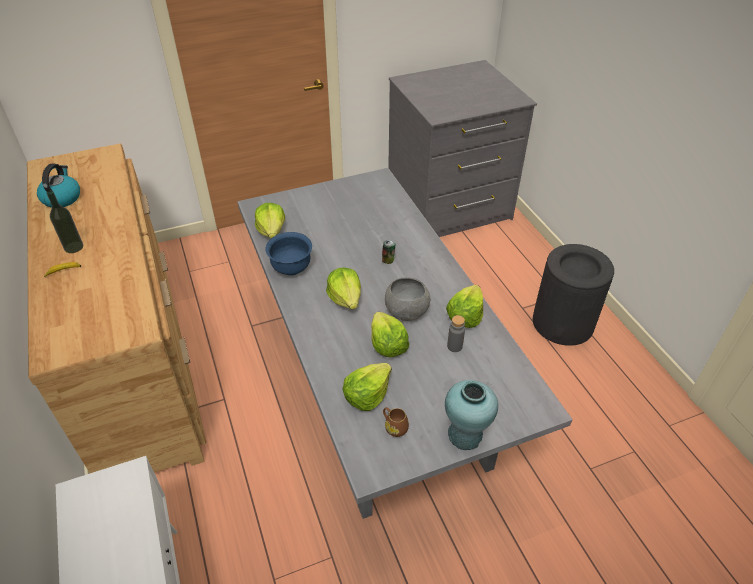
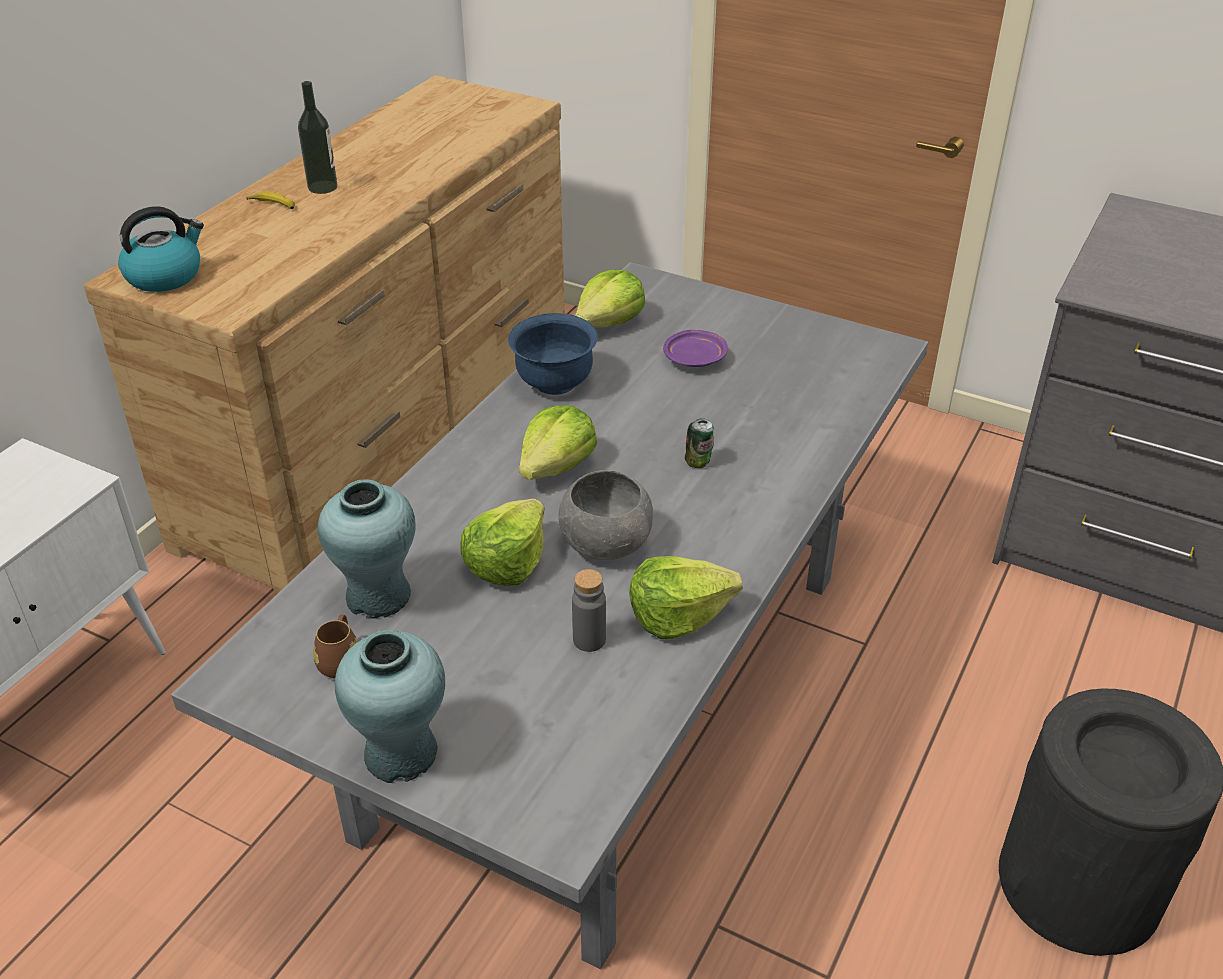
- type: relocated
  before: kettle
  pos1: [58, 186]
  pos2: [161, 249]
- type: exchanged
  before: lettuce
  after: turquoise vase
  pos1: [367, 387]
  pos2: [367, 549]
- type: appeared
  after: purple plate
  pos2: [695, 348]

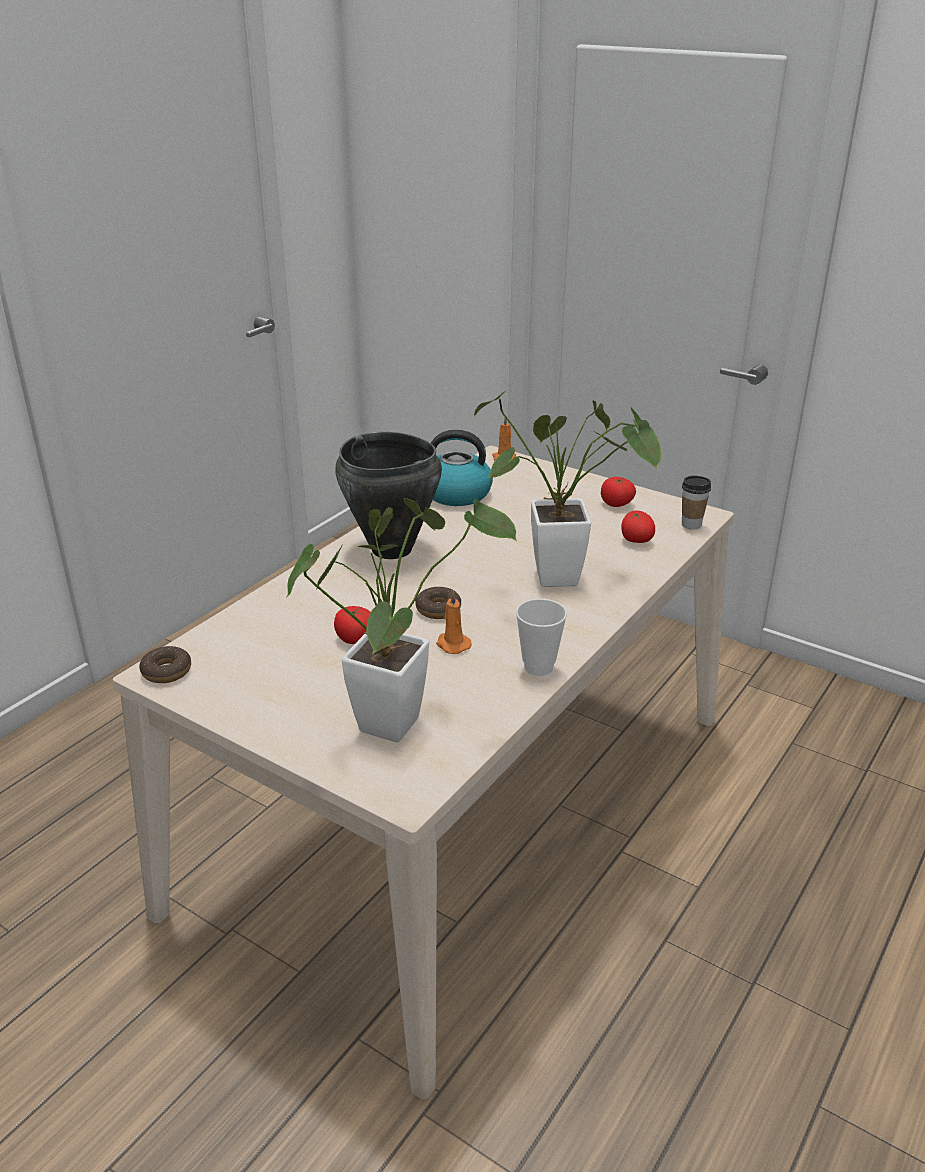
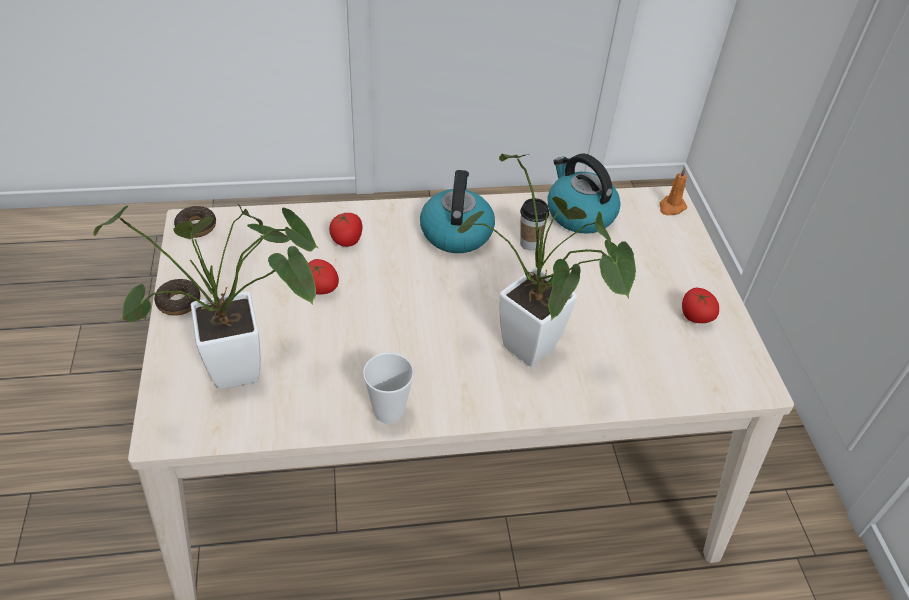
- type: relocated
  before: donut
  pos1: [438, 603]
  pos2: [177, 297]
- type: relocated
  before: tomato
  pos1: [638, 526]
  pos2: [345, 230]
- type: exchanged
  before: black cooking pot
  after: kettle
  pos1: [388, 495]
  pos2: [457, 211]
- type: relocated
  before: cup
  pos1: [696, 503]
  pos2: [534, 224]
- type: missing
  before: orange candle
  pos1: [454, 622]

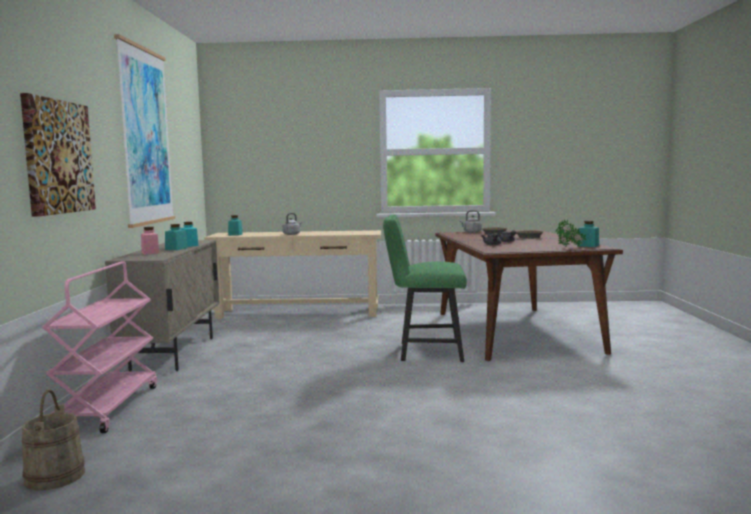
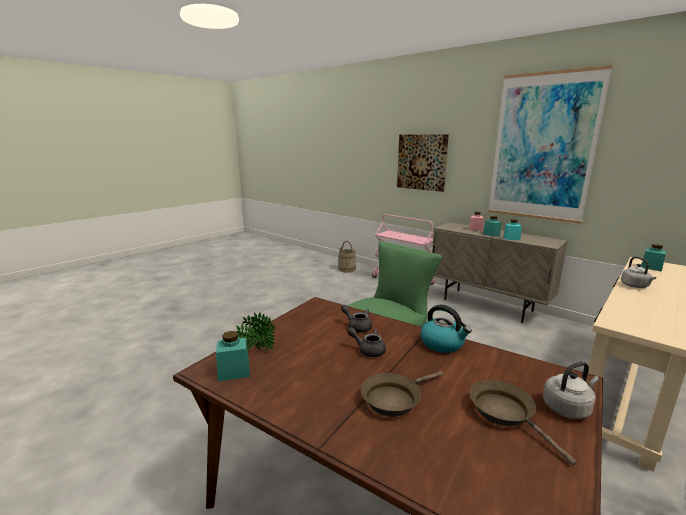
- type: appeared
  after: kettle
  pos2: [446, 329]

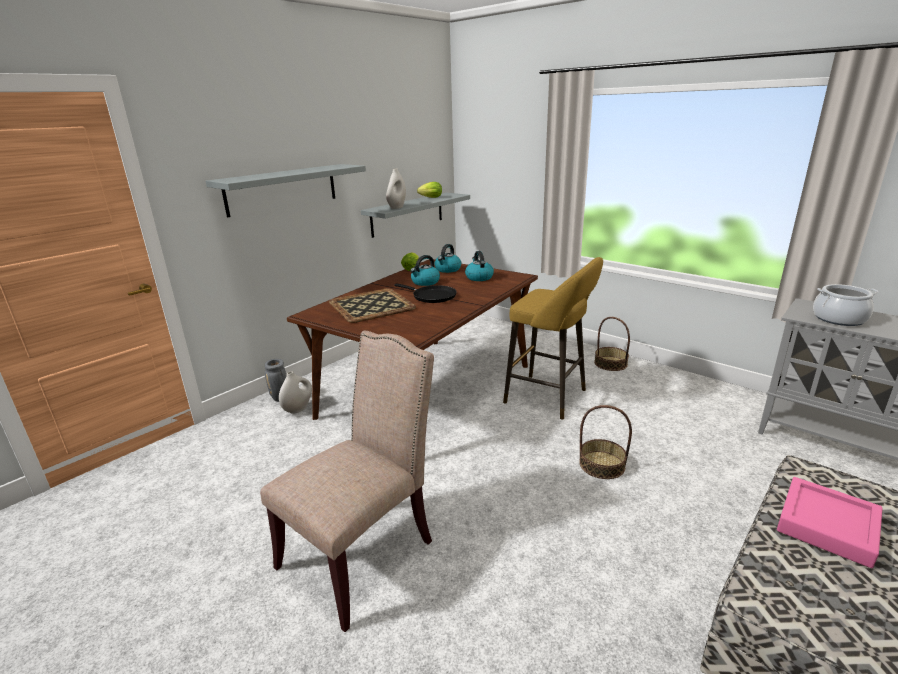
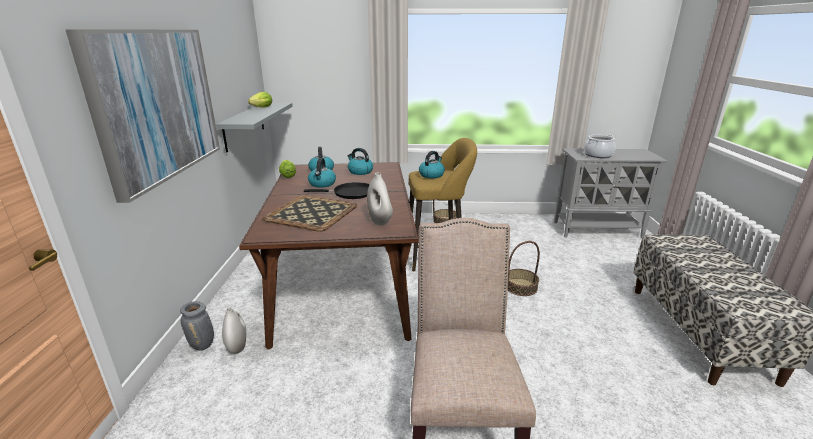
- type: exchanged
  before: grey shelf
  after: picture
  pos1: [286, 191]
  pos2: [143, 116]
- type: relocated
  before: white vase
  pos1: [396, 188]
  pos2: [380, 198]
- type: appeared
  after: kettle
  pos2: [432, 164]
- type: missing
  before: pink tray
  pos1: [830, 522]

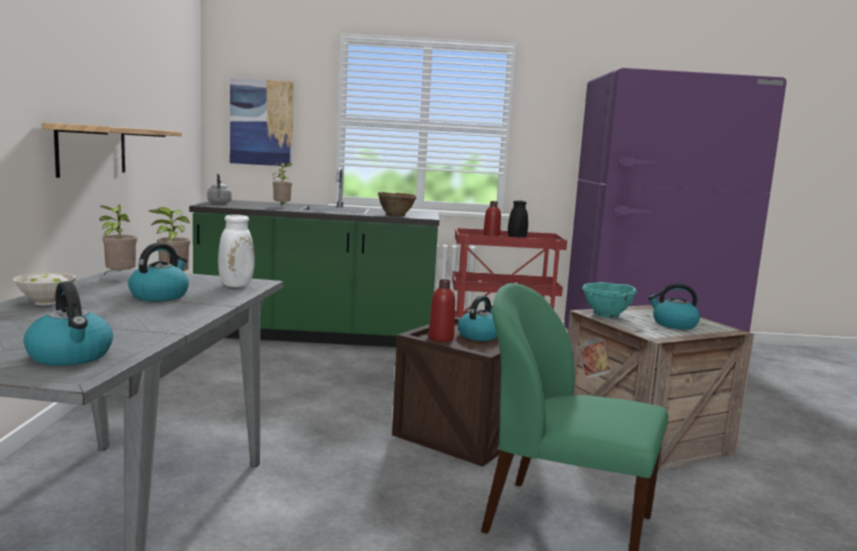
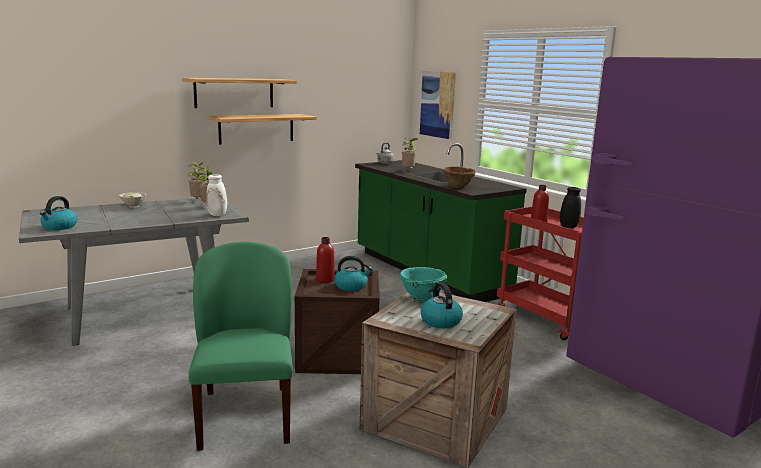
- type: appeared
  after: shelf
  pos2: [239, 93]
- type: missing
  before: kettle
  pos1: [158, 272]

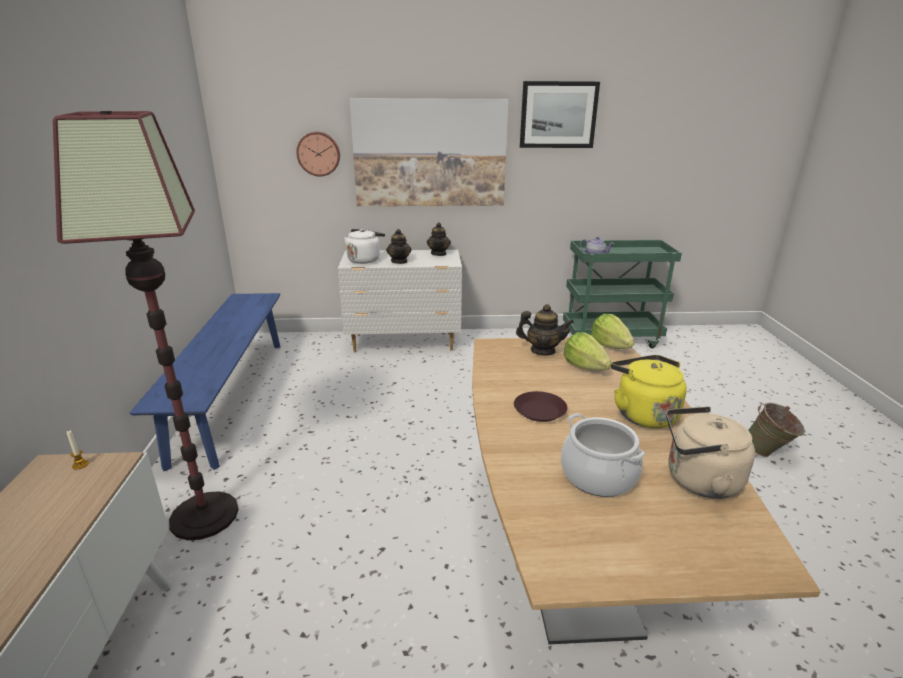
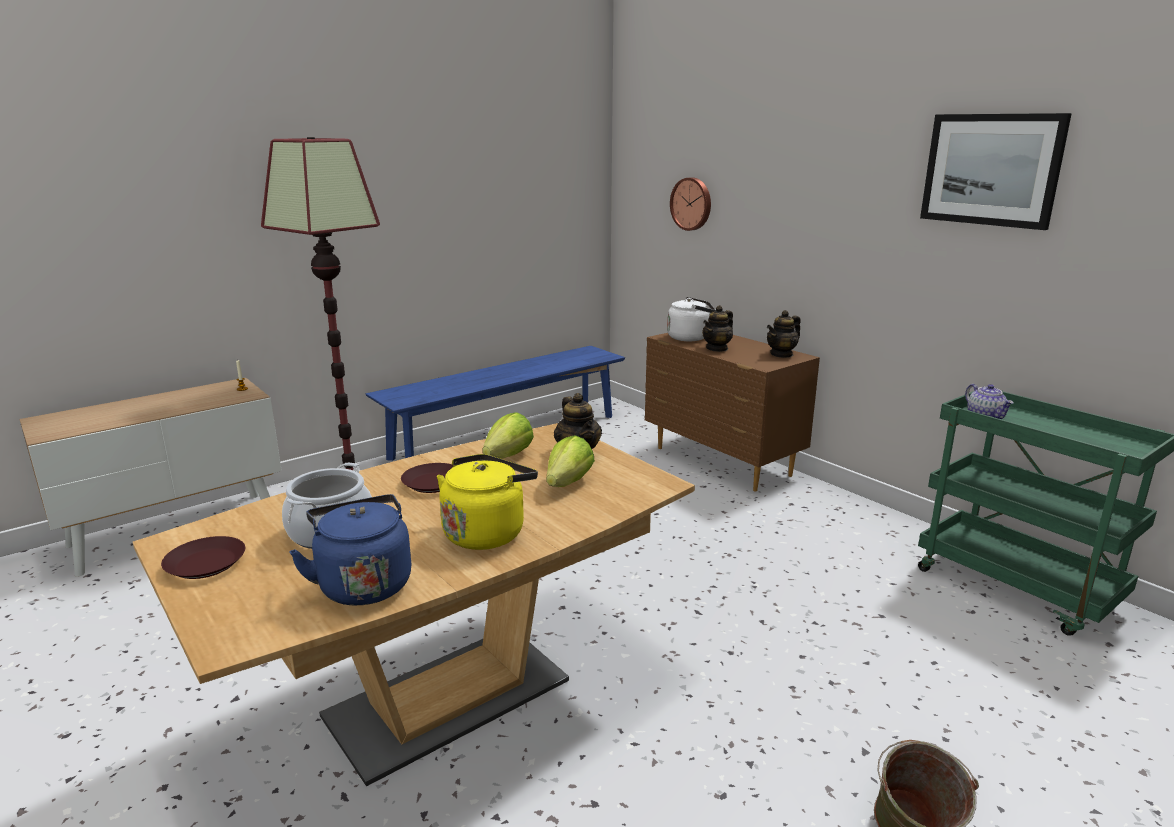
- type: appeared
  after: brown plate
  pos2: [203, 557]
- type: colour
  before: beige kettle
  after: blue kettle
  pos1: [710, 452]
  pos2: [350, 549]
- type: relocated
  before: lettuce
  pos1: [613, 331]
  pos2: [508, 435]
- type: colour
  before: white dresser
  after: brown dresser
  pos1: [400, 301]
  pos2: [732, 412]
- type: missing
  before: picture
  pos1: [429, 152]

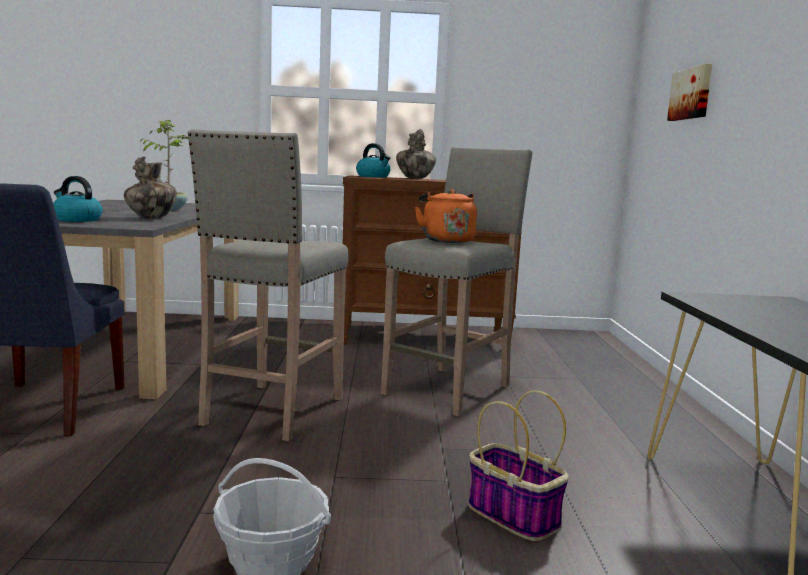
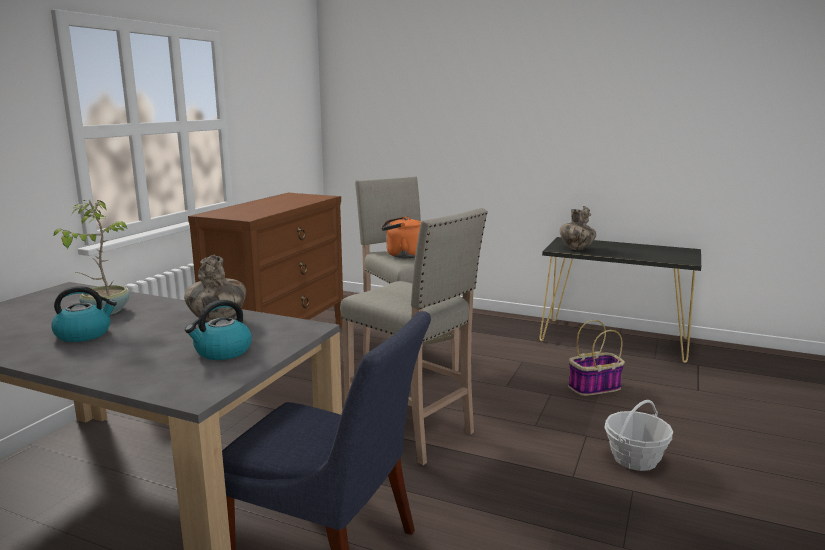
- type: relocated
  before: kettle
  pos1: [373, 160]
  pos2: [84, 314]
- type: relocated
  before: vase
  pos1: [416, 154]
  pos2: [578, 228]
- type: missing
  before: picture
  pos1: [689, 92]

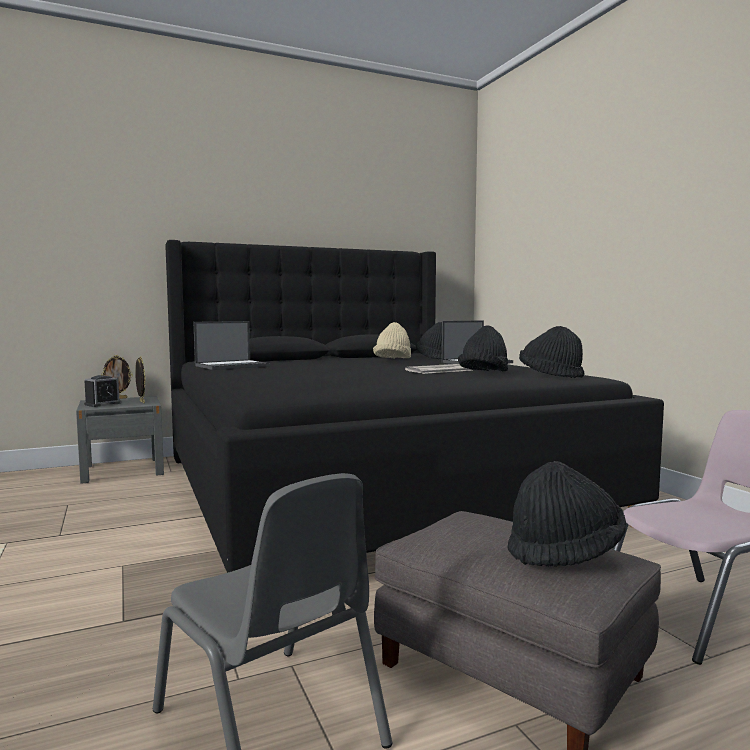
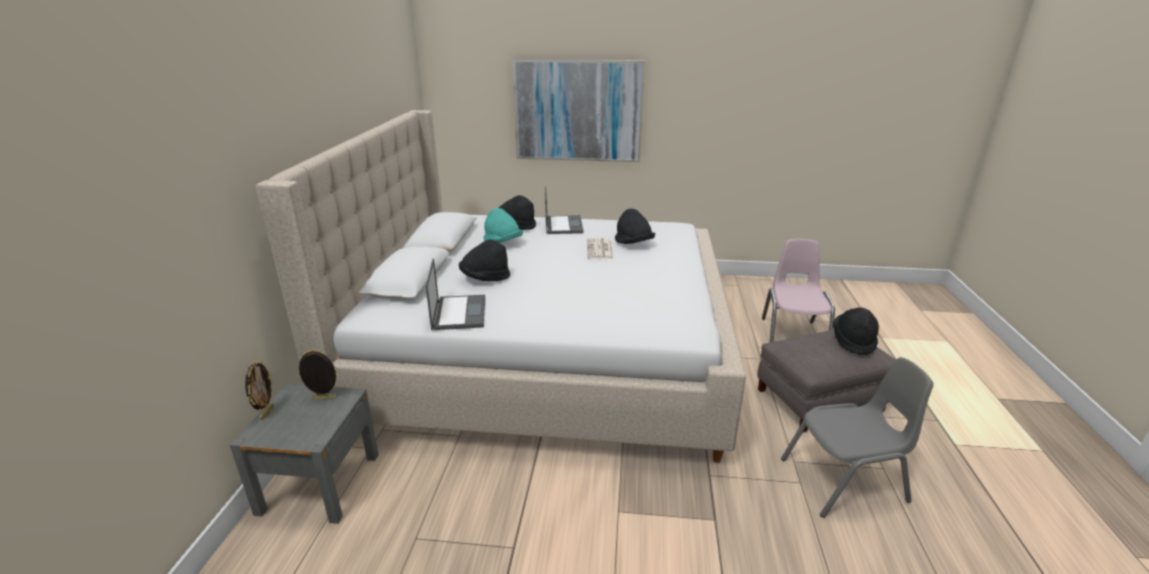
- type: colour
  before: black bed
  after: beige bed
  pos1: [414, 406]
  pos2: [501, 286]
- type: relocated
  before: black hat
  pos1: [551, 352]
  pos2: [484, 260]
- type: colour
  before: beige hat
  after: turquoise hat
  pos1: [392, 340]
  pos2: [503, 225]
- type: appeared
  after: picture
  pos2: [578, 110]
- type: missing
  before: alarm clock
  pos1: [102, 391]

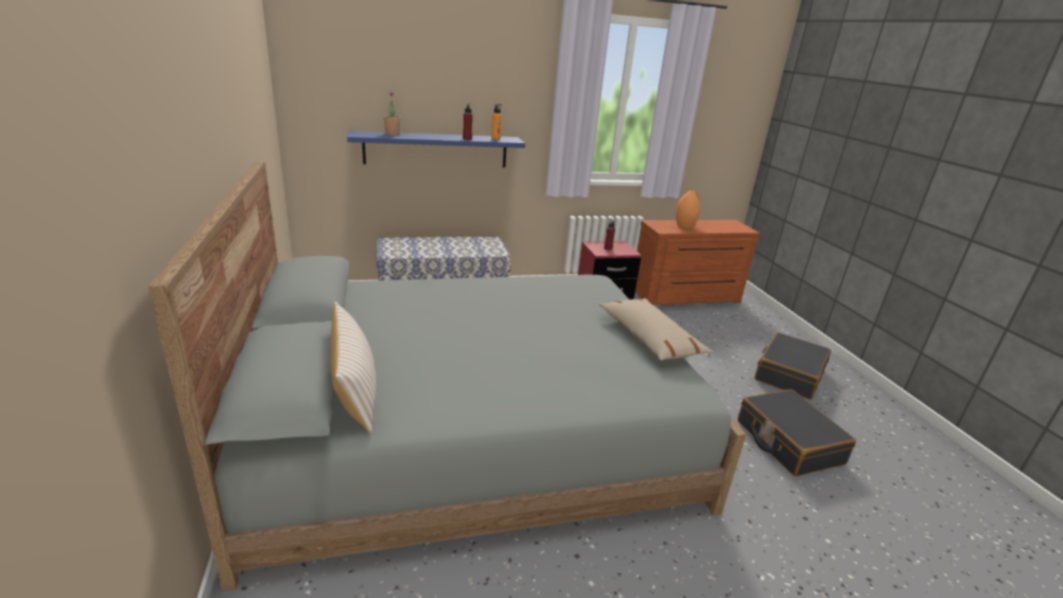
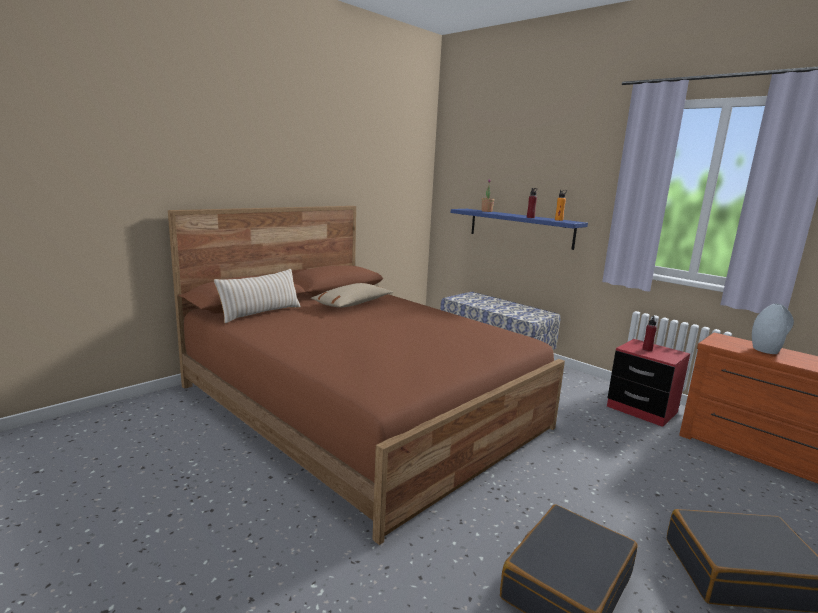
- type: colour
  before: grey bed
  after: brown bed
  pos1: [447, 376]
  pos2: [366, 375]
- type: relocated
  before: beige pillow
  pos1: [656, 329]
  pos2: [352, 295]
- type: colour
  before: orange vase
  after: grey vase
  pos1: [688, 209]
  pos2: [773, 328]

